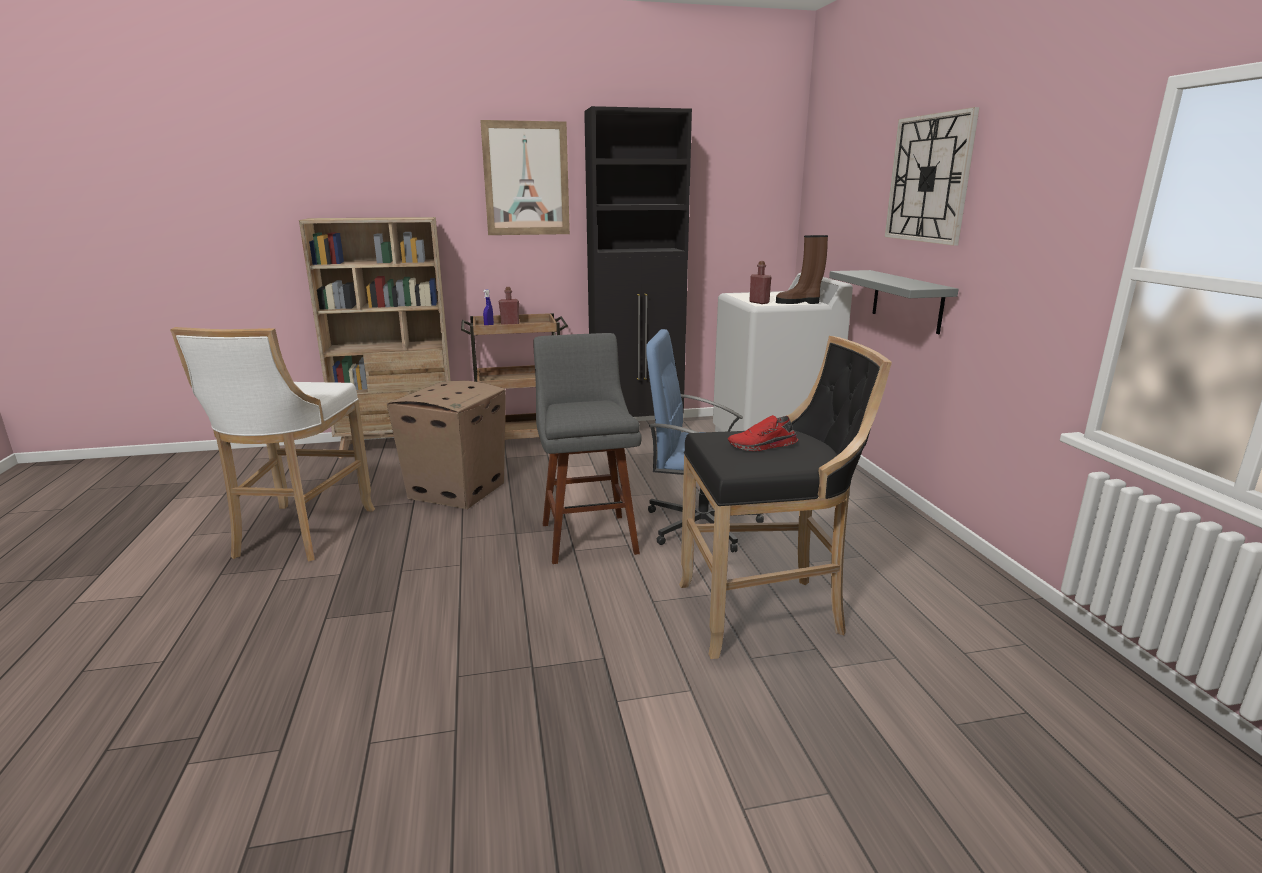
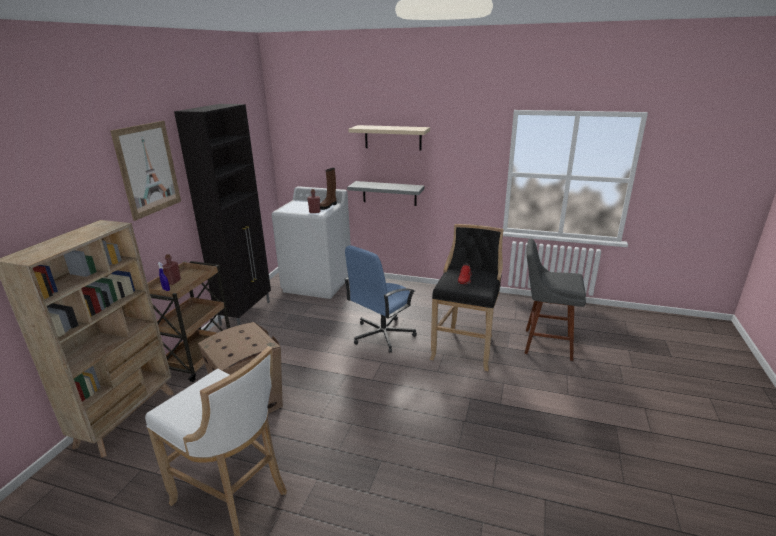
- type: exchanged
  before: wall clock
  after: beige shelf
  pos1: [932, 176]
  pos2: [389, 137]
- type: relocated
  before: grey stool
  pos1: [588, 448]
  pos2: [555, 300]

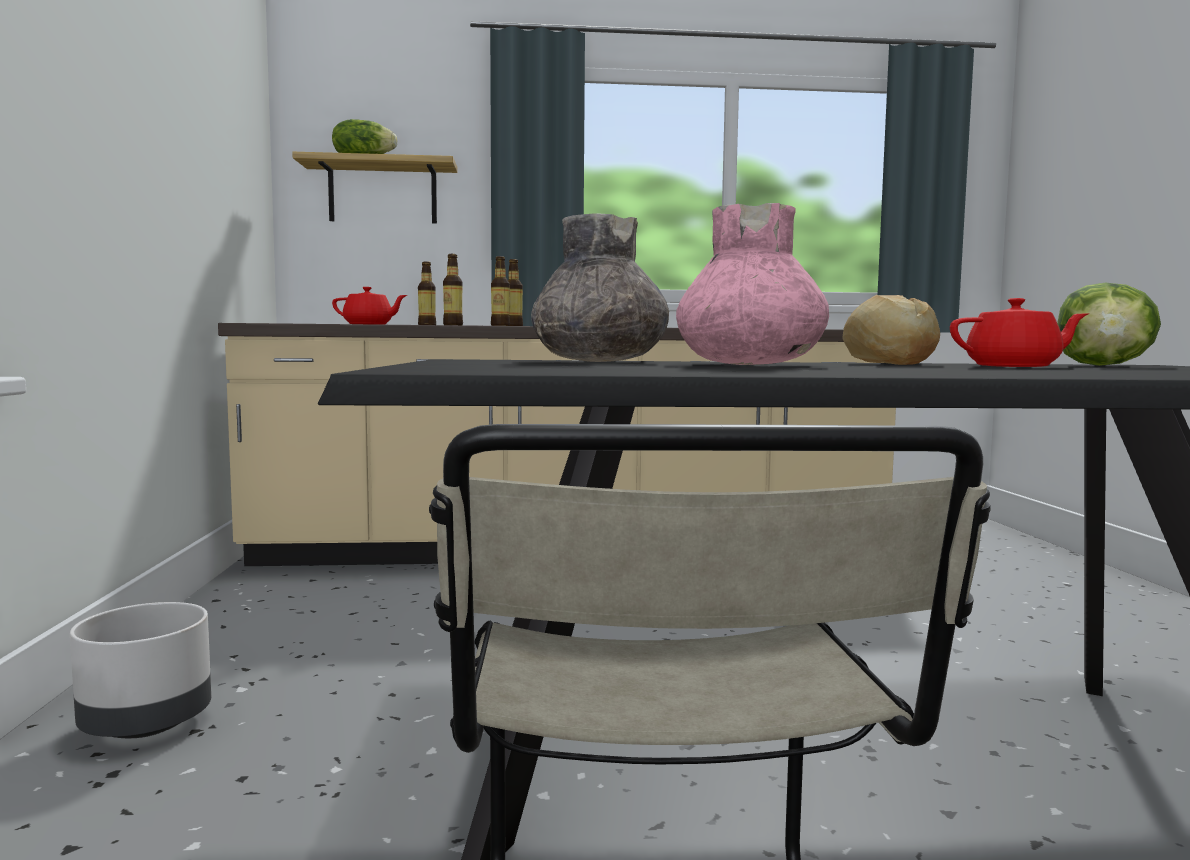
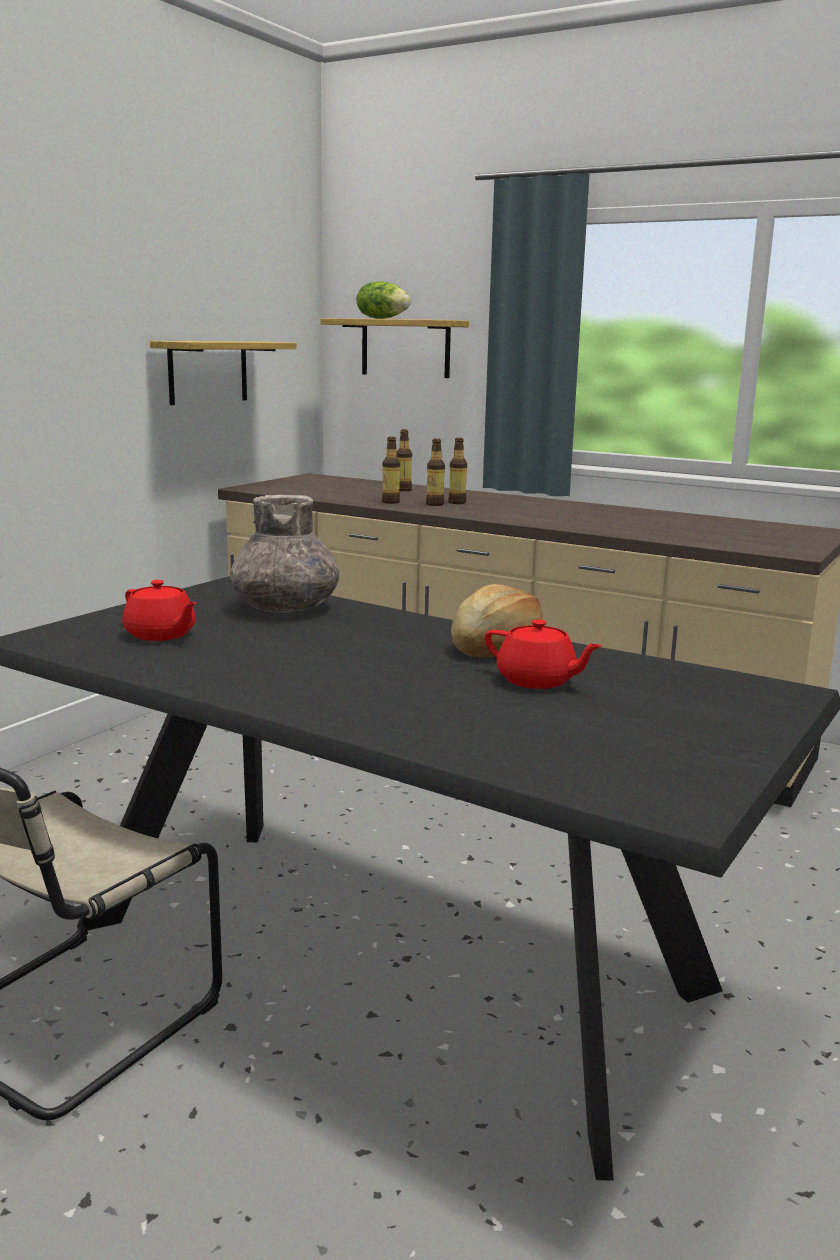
- type: relocated
  before: red teapot
  pos1: [369, 306]
  pos2: [159, 610]
- type: appeared
  after: shelf
  pos2: [223, 373]
- type: missing
  before: grey planter
  pos1: [140, 670]
- type: missing
  before: pink vase
  pos1: [752, 284]
- type: missing
  before: lettuce
  pos1: [1109, 324]

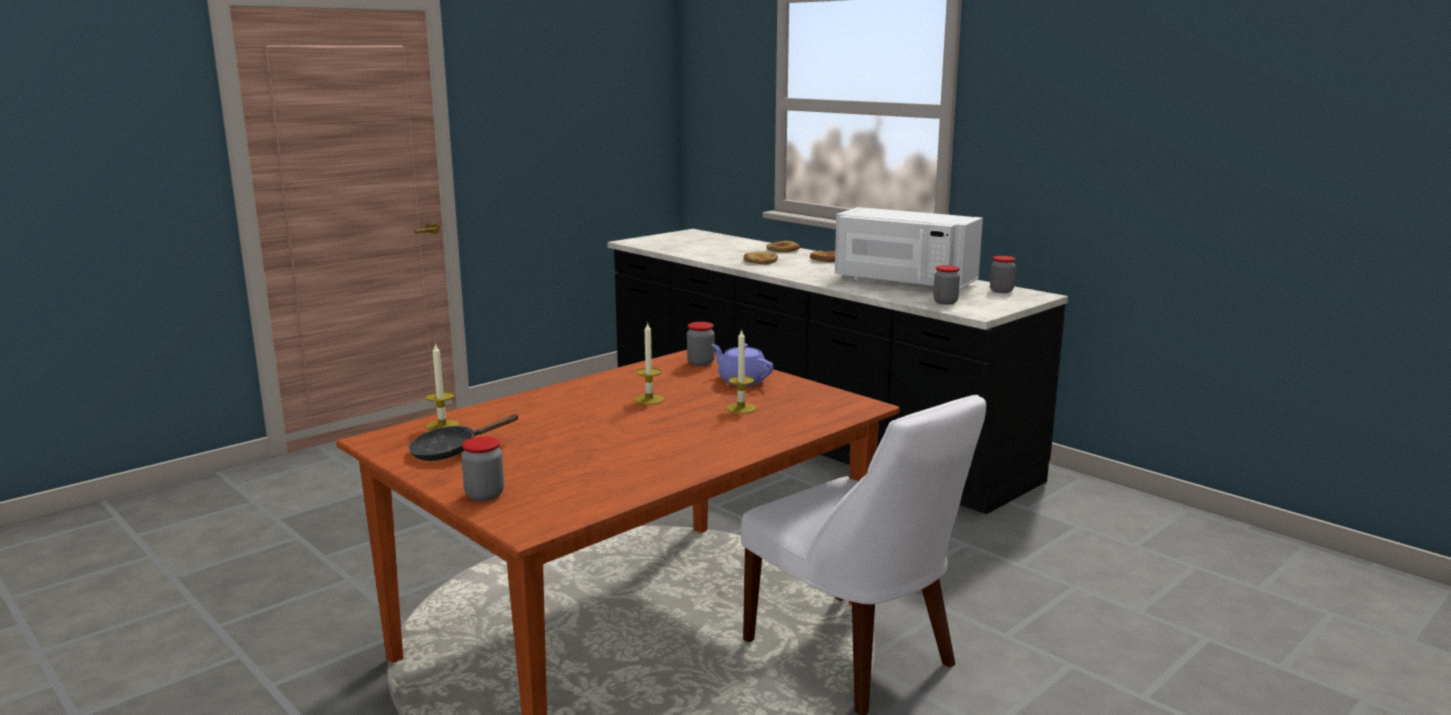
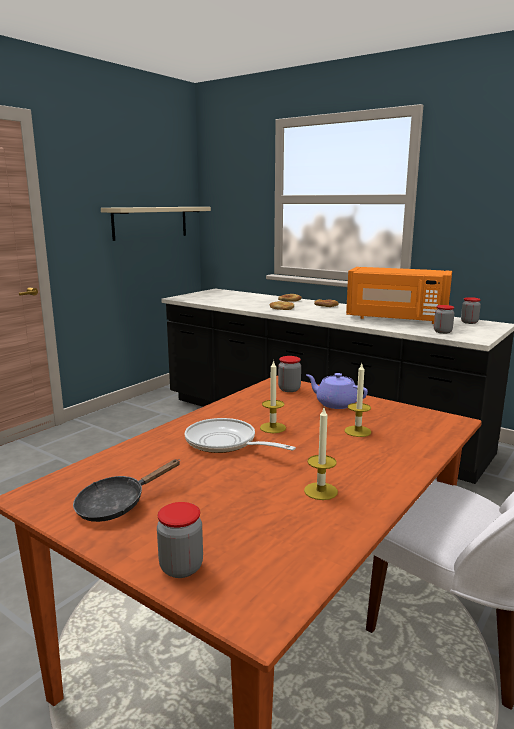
- type: appeared
  after: beige shelf
  pos2: [156, 224]
- type: appeared
  after: frying pan
  pos2: [240, 435]
- type: relocated
  before: candle
  pos1: [442, 387]
  pos2: [321, 454]
- type: colour
  before: white microwave
  after: orange microwave
  pos1: [908, 248]
  pos2: [399, 295]

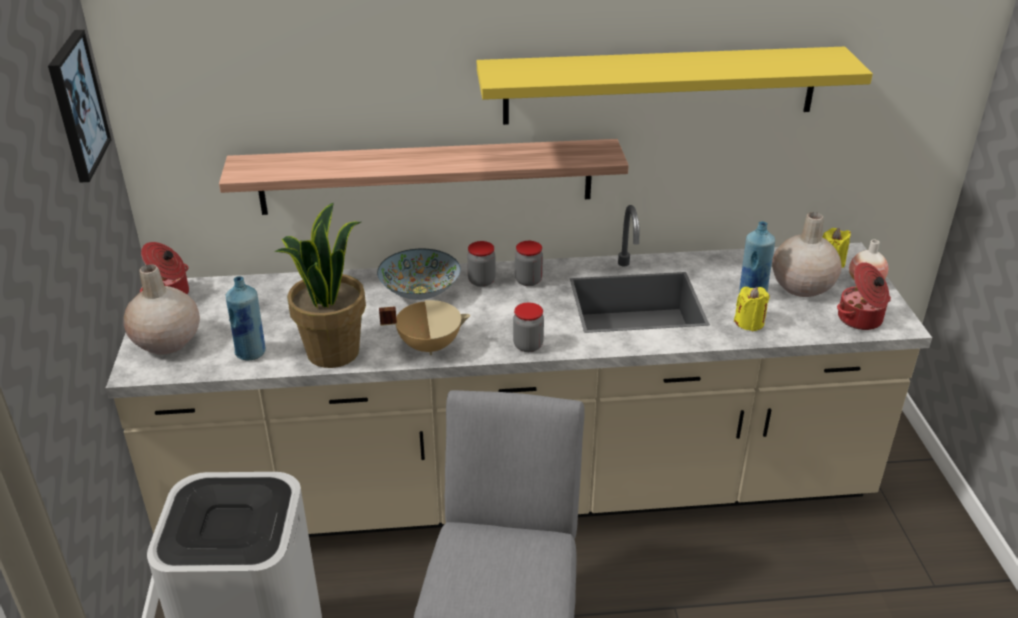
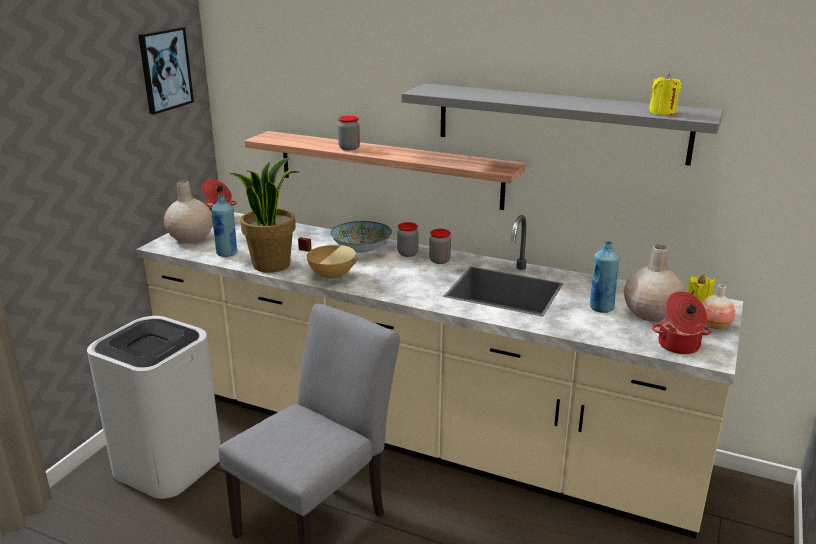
- type: relocated
  before: jar
  pos1: [528, 327]
  pos2: [349, 133]
- type: colour
  before: yellow shelf
  after: grey shelf
  pos1: [675, 86]
  pos2: [562, 124]
- type: relocated
  before: yellow candle
  pos1: [752, 308]
  pos2: [665, 94]

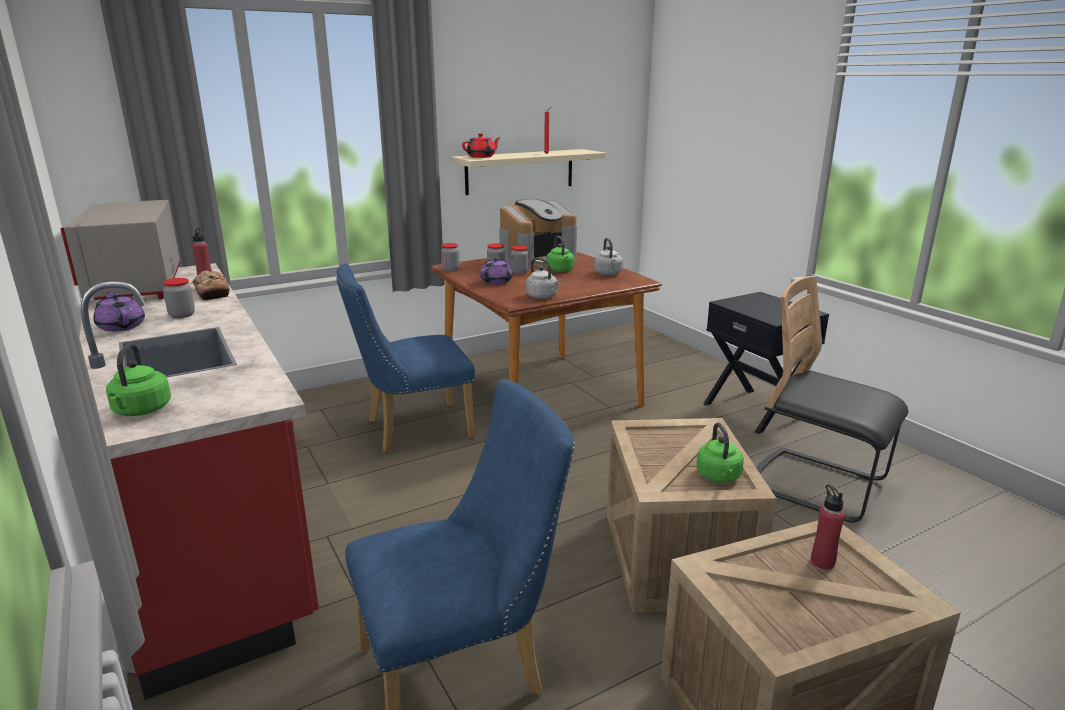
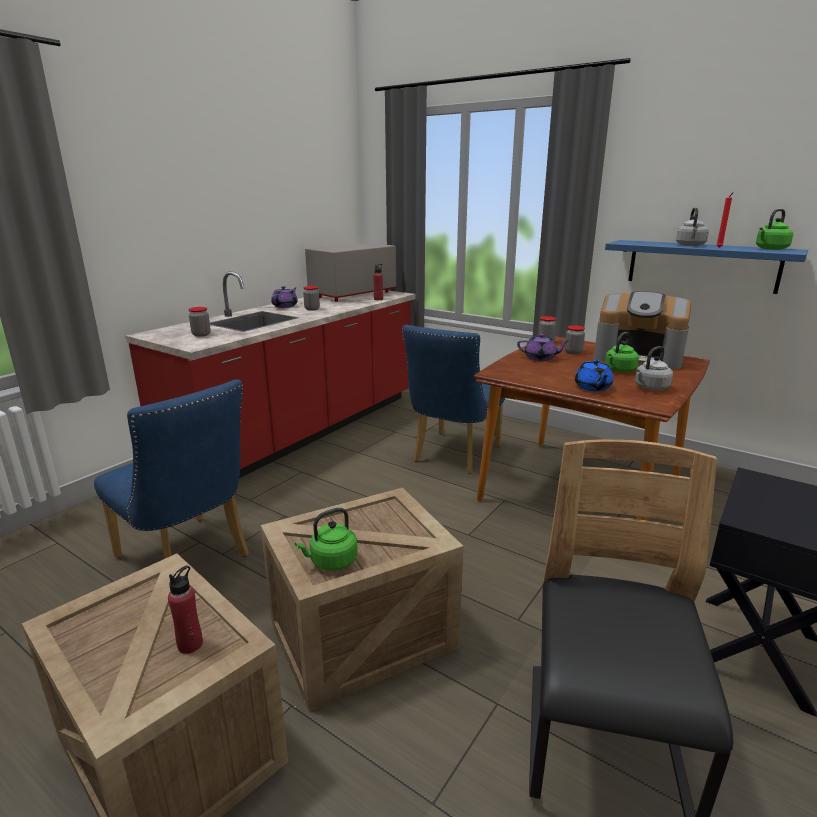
- type: relocated
  before: jar
  pos1: [519, 260]
  pos2: [200, 322]
- type: spun
  before: blue chair
  pos1: [405, 358]
  pos2: [453, 399]
  turn: -105
- type: appeared
  after: blue teapot
  pos2: [594, 375]
- type: colour
  before: beige shelf
  after: blue shelf
  pos1: [528, 172]
  pos2: [706, 267]
- type: relocated
  before: grey kettle
  pos1: [543, 278]
  pos2: [692, 226]
- type: relocated
  before: green kettle
  pos1: [138, 379]
  pos2: [774, 229]
- type: missing
  before: bread
  pos1: [211, 285]
- type: missing
  before: red teapot
  pos1: [481, 145]

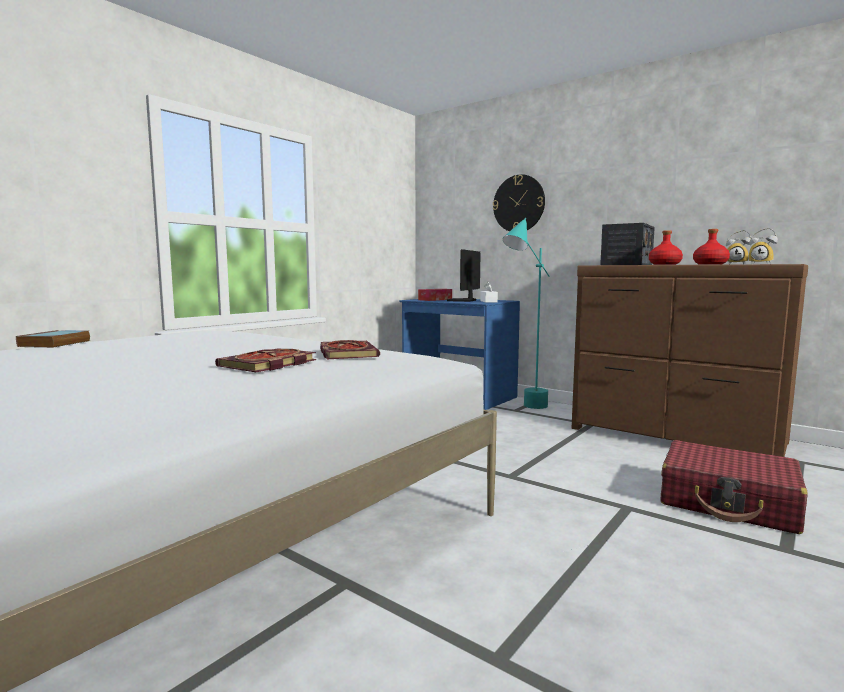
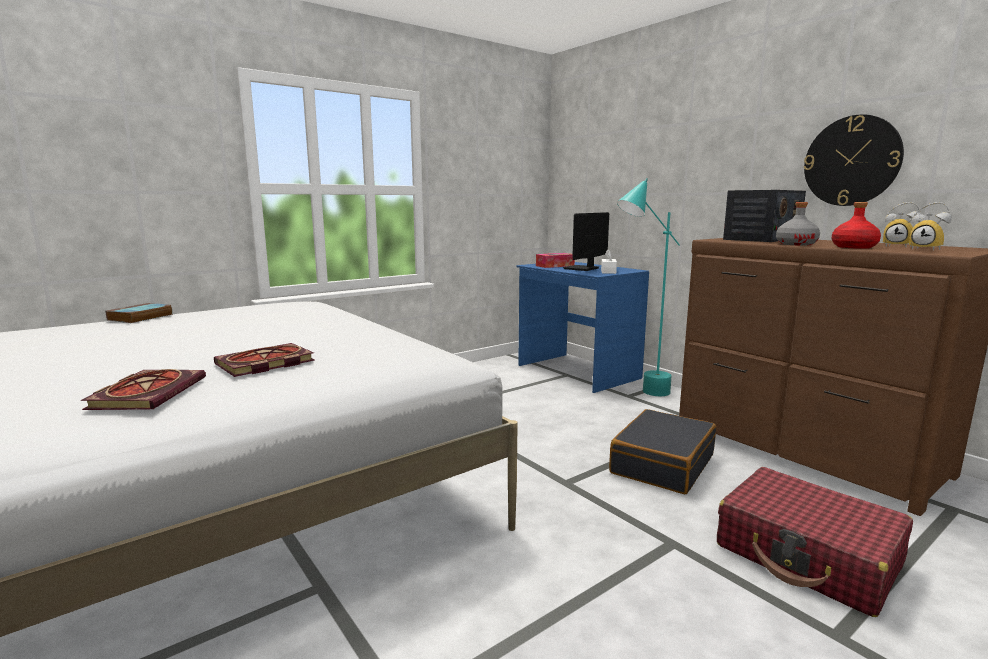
- type: relocated
  before: book
  pos1: [350, 349]
  pos2: [143, 389]
- type: appeared
  after: black suitcase
  pos2: [662, 451]
- type: colour
  before: red bottle
  after: grey bottle
  pos1: [666, 247]
  pos2: [798, 224]
- type: relocated
  before: wall clock
  pos1: [519, 202]
  pos2: [854, 160]

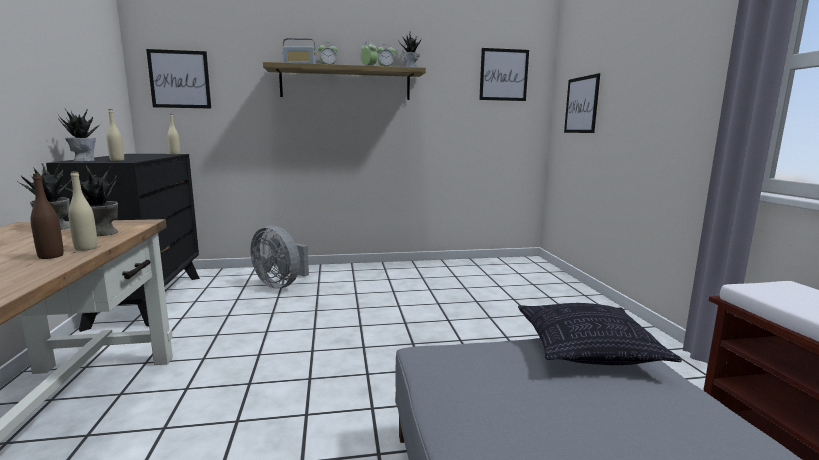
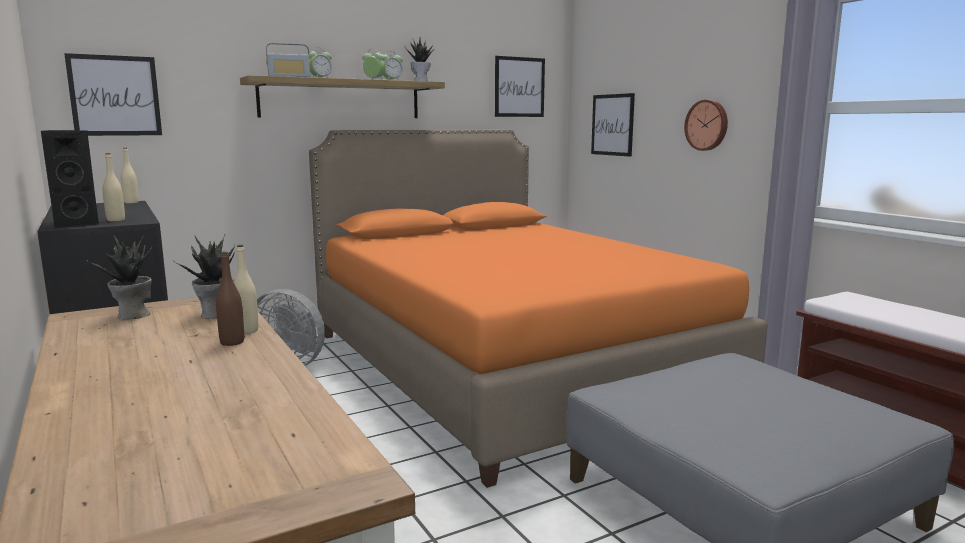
- type: exchanged
  before: potted plant
  after: black speaker
  pos1: [80, 135]
  pos2: [70, 179]
- type: appeared
  after: orange bed
  pos2: [538, 308]
- type: appeared
  after: wall clock
  pos2: [706, 125]
- type: missing
  before: pillow
  pos1: [600, 334]

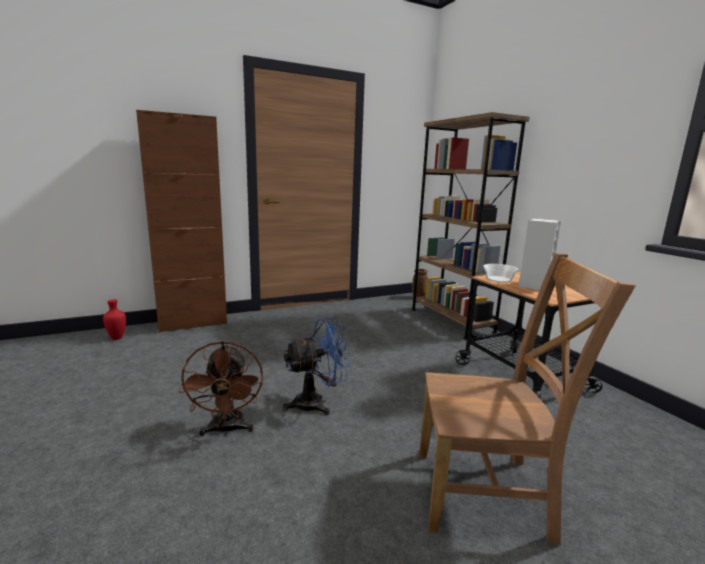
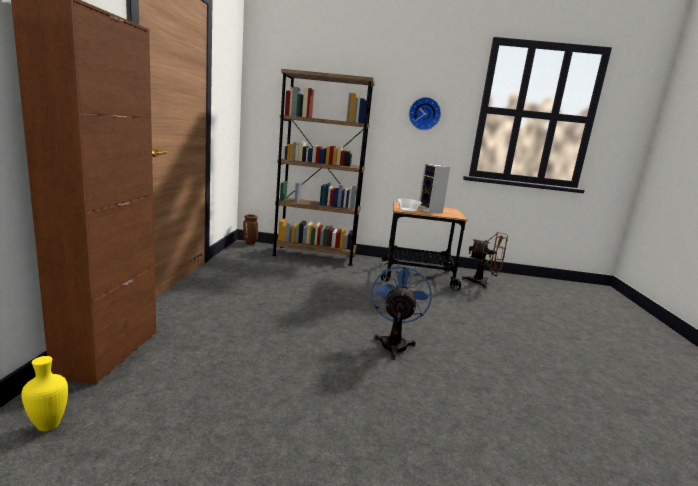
- type: colour
  before: red vase
  after: yellow vase
  pos1: [114, 319]
  pos2: [44, 393]
- type: appeared
  after: wall clock
  pos2: [425, 113]
- type: relocated
  before: brown fan
  pos1: [221, 388]
  pos2: [485, 260]
- type: missing
  before: brown chair
  pos1: [527, 399]

